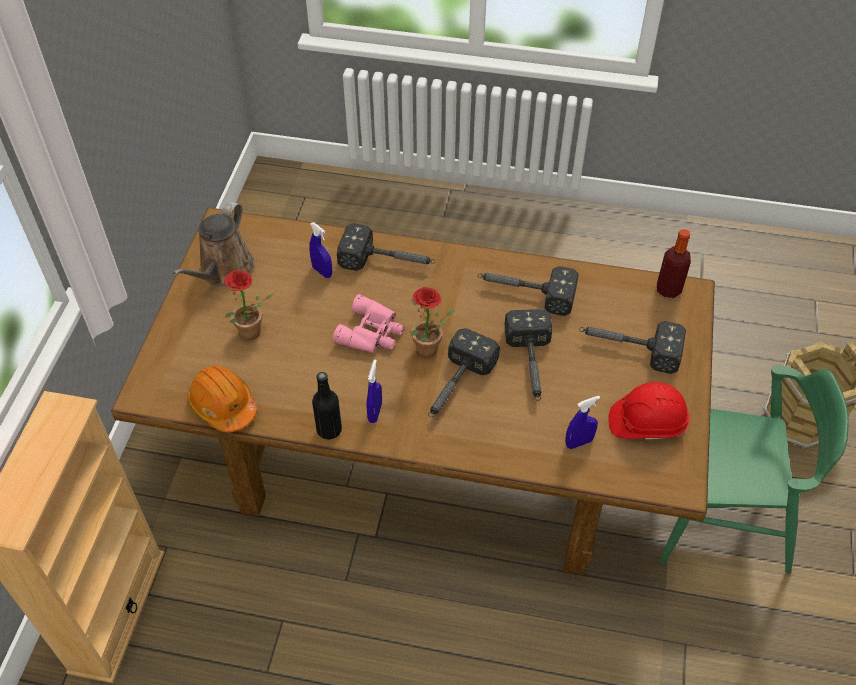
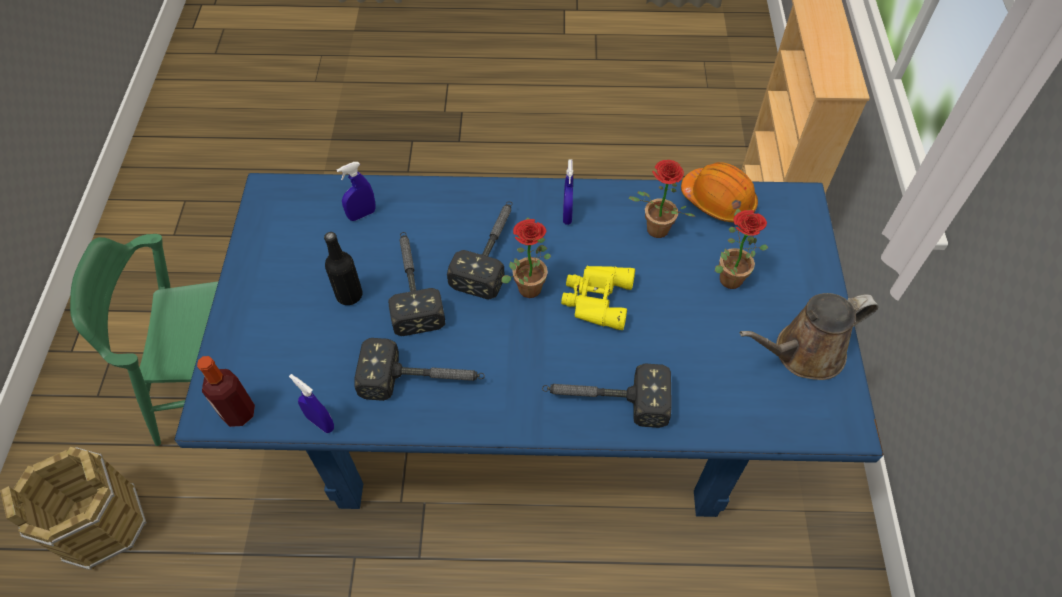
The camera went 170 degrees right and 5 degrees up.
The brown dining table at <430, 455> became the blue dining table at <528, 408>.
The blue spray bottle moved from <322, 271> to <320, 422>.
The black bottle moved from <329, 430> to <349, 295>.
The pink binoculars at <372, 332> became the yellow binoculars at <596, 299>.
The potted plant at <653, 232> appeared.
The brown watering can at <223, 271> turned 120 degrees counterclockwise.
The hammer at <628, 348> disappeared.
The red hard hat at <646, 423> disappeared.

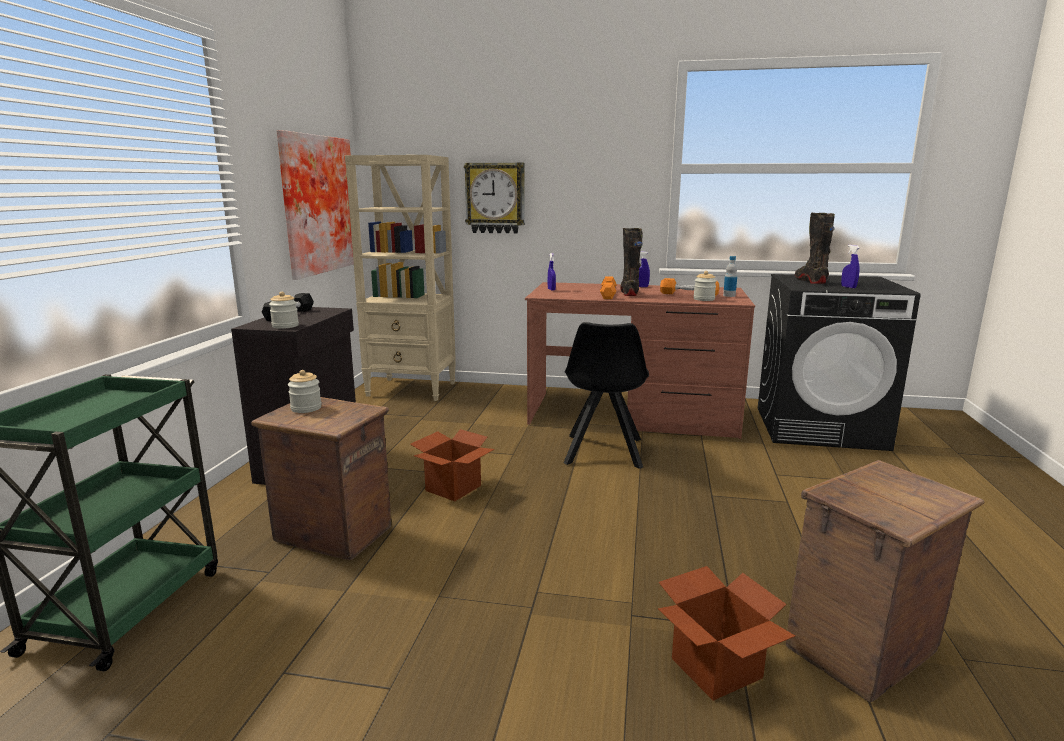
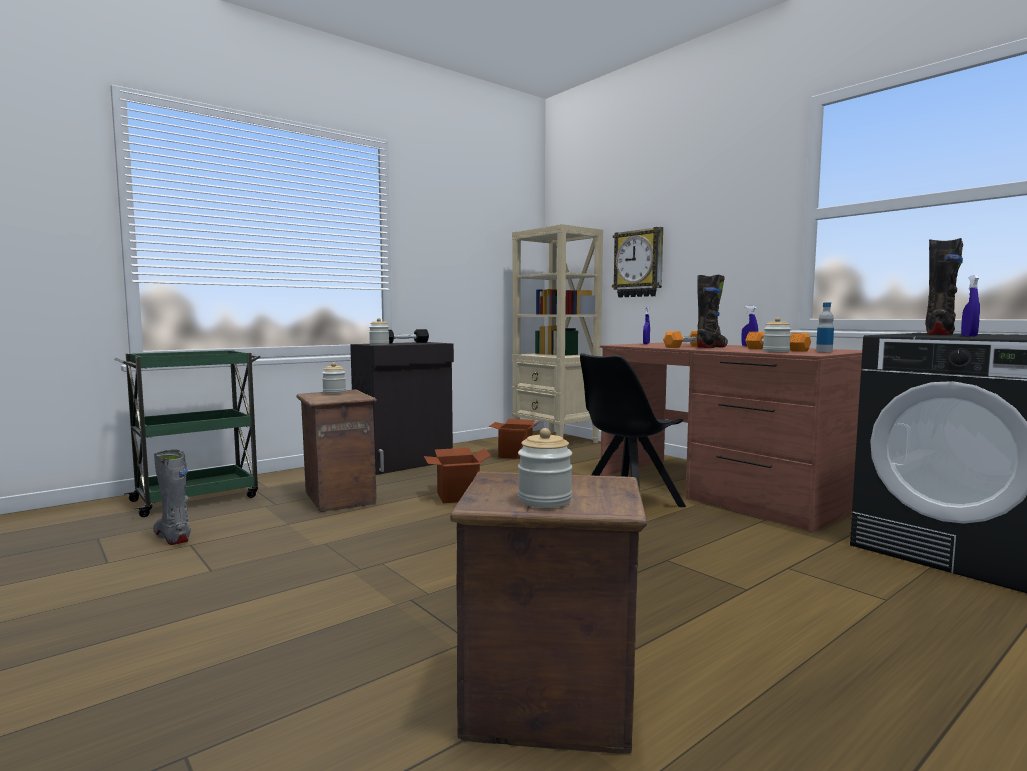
The camera went 40 degrees right and 10 degrees down.
The grey boot at <172, 537> appeared.
The cardboard box moved from <716, 668> to <515, 455>.
The jar at <544, 500> appeared.
The picture at <316, 204> disappeared.

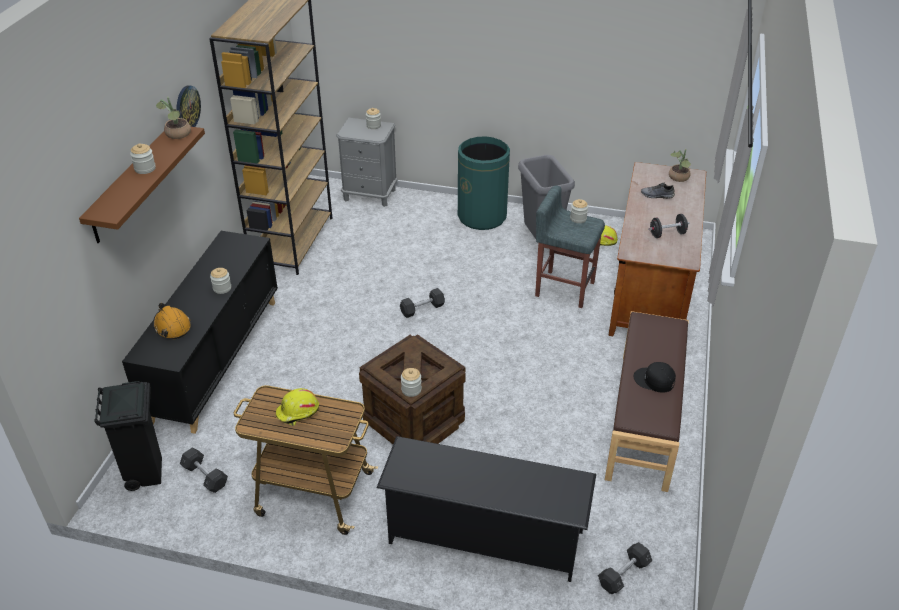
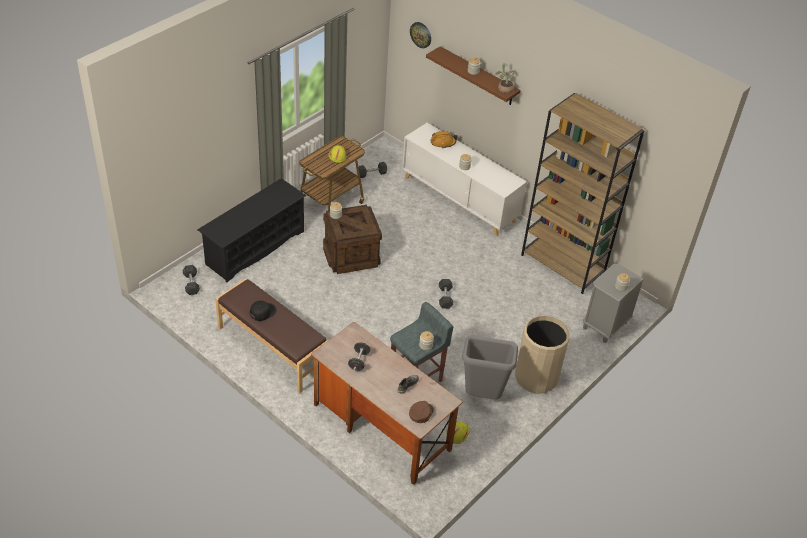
The camera went 115 degrees right and 5 degrees up.
The black cabinet at <216, 359> became the white cabinet at <459, 199>.
The potted plant at <678, 178> was replaced by the brown cap at <420, 413>.
The wall clock moved from <187, 107> to <421, 34>.
The green trash can at <482, 216> became the beige trash can at <536, 377>.
The black trash can at <145, 473> disappeared.

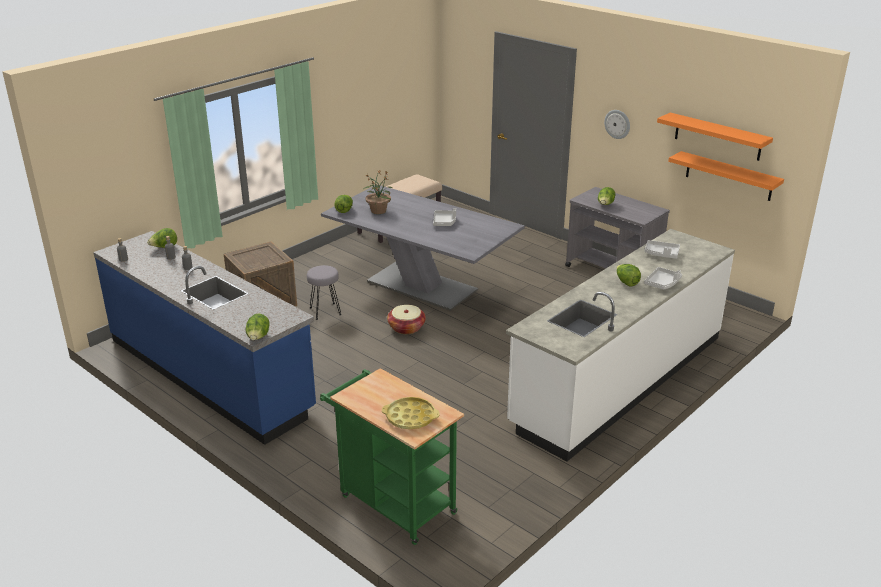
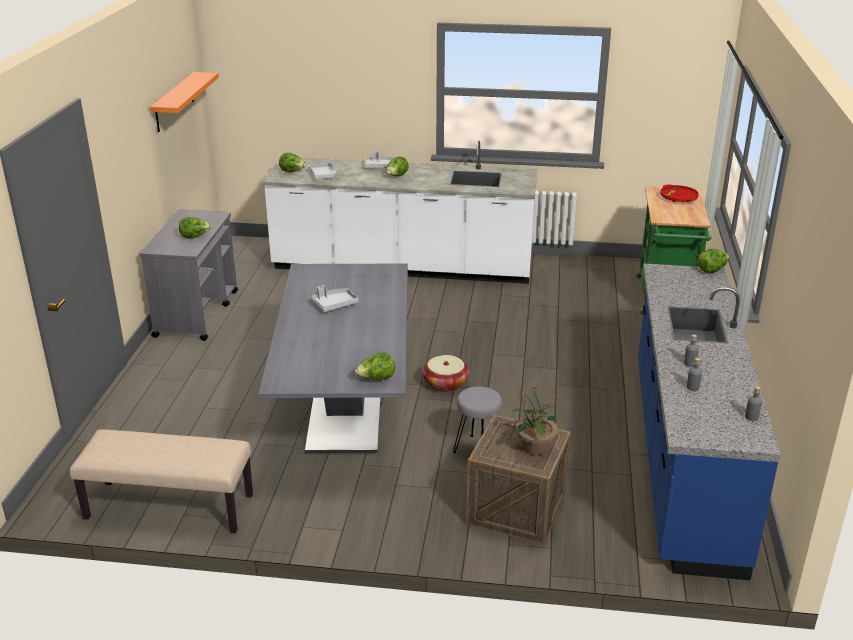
The camera went 125 degrees left and 0 degrees up.
The lettuce moved from <164, 247> to <292, 172>.
The potted plant moved from <378, 210> to <534, 447>.
The yellow tray at <410, 417> became the red tray at <678, 197>.
The wall clock at <617, 124> disappeared.
The orange shelf at <728, 176> disappeared.

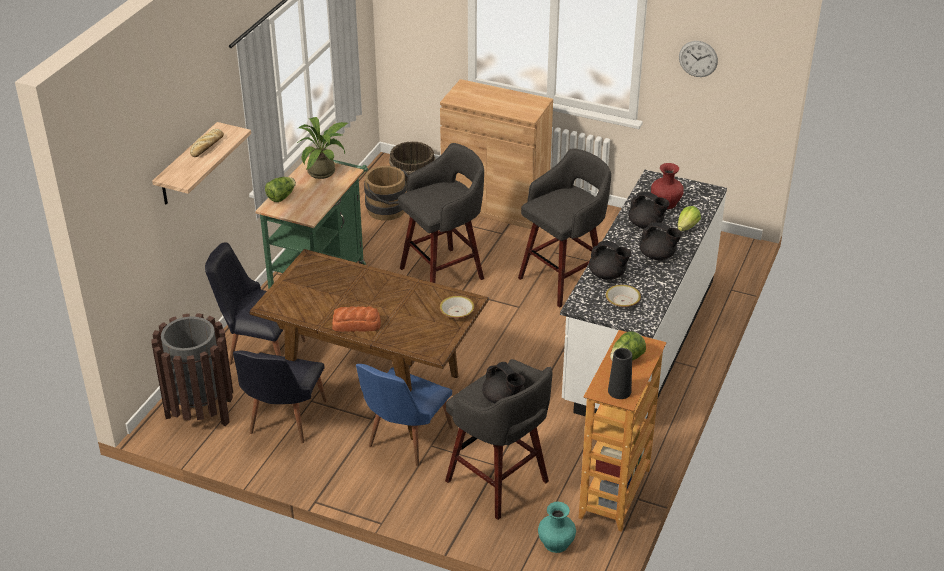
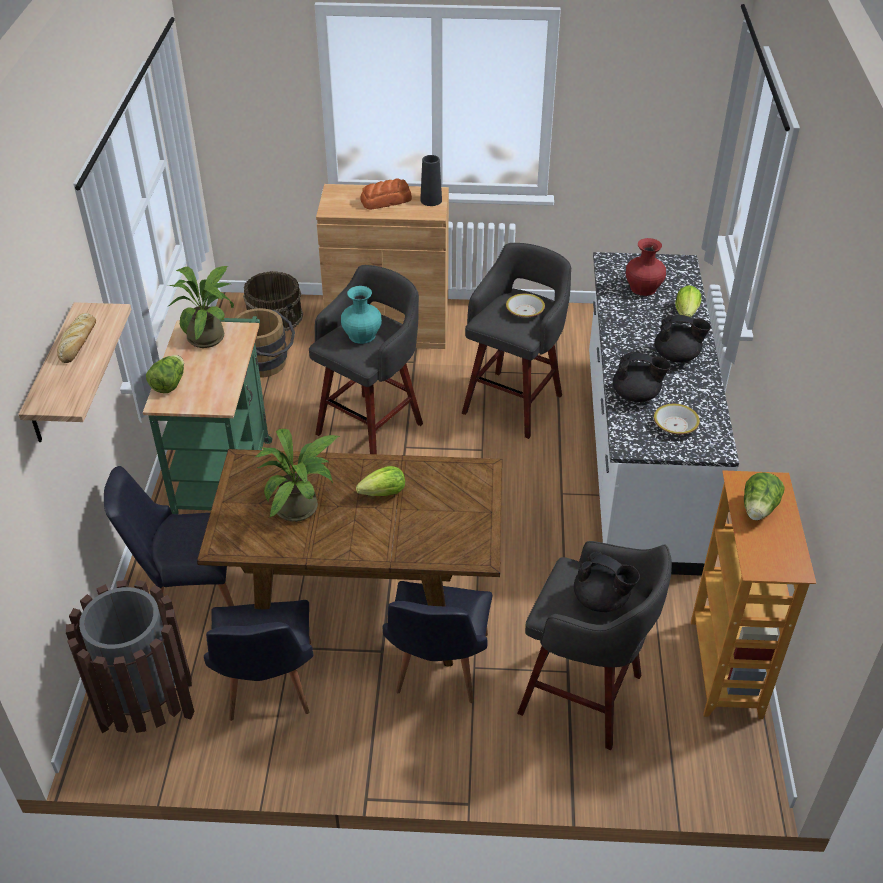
The camera went 20 degrees left and 5 degrees up.
The potted plant at <302, 506> appeared.
The turquoise vase moved from <556, 543> to <362, 335>.
The lettuce at <384, 493> appeared.
The bread moved from <357, 324> to <386, 200>.
The blue chair at <404, 441> became the black chair at <437, 671>.
The black vase moved from <619, 391> to <431, 200>.
The bowl moved from <457, 312> to <525, 311>.
The black teapot at <646, 224> disappeared.
The wall clock at <698, 58> disappeared.

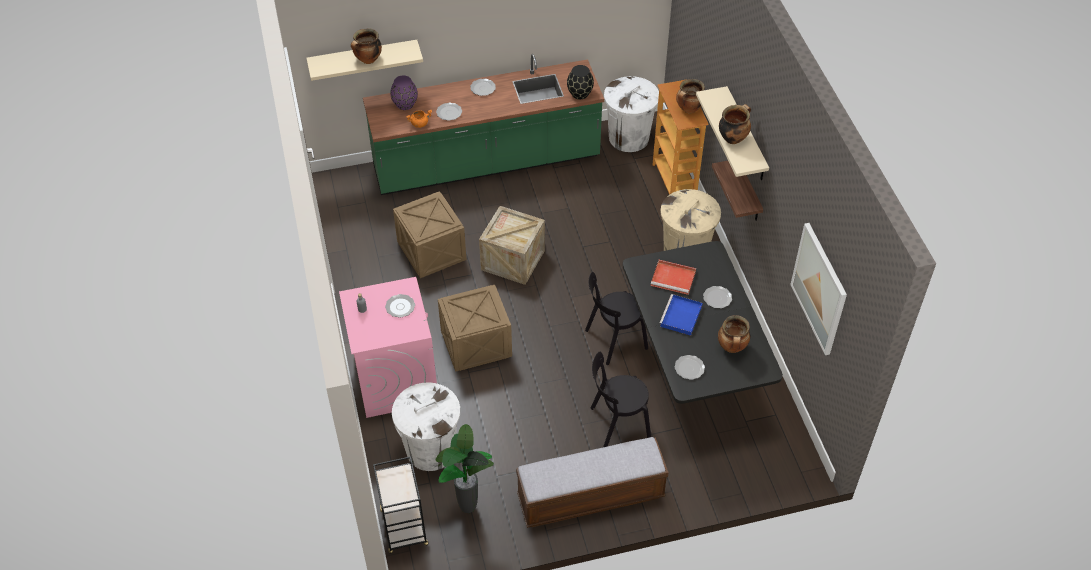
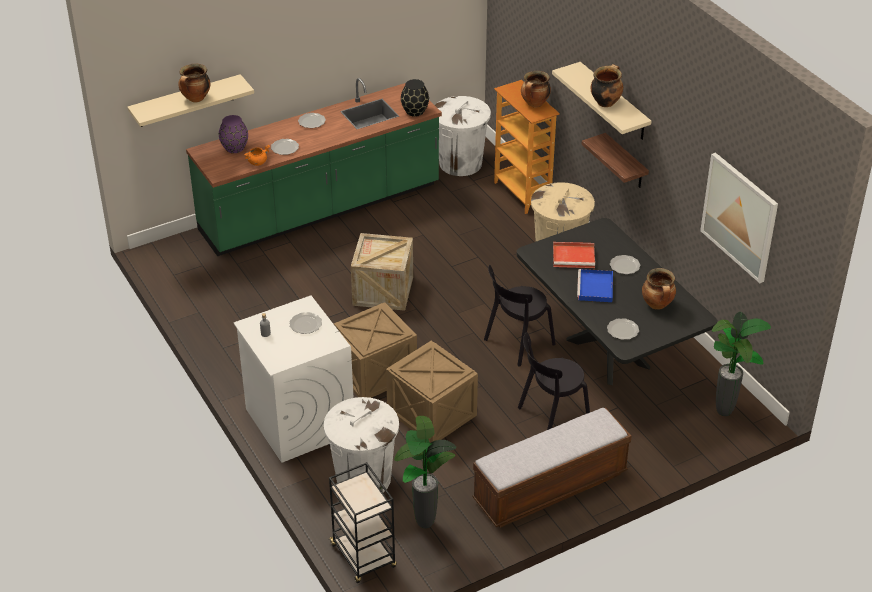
The camera went 15 degrees left and 10 degrees down.
The pink washing machine at <395, 379> became the white washing machine at <299, 421>.
The crate moved from <432, 252> to <432, 415>.
The potted plant at <725, 413> appeared.

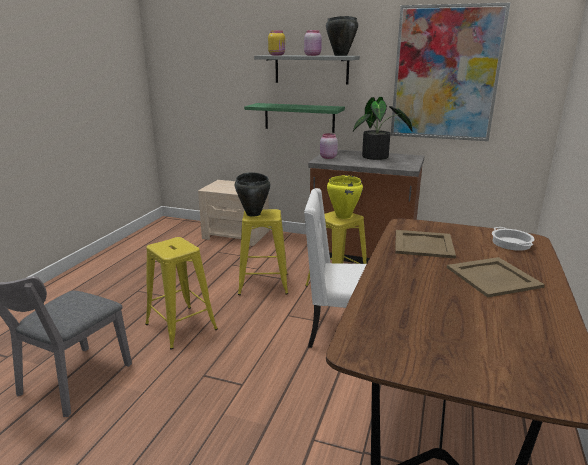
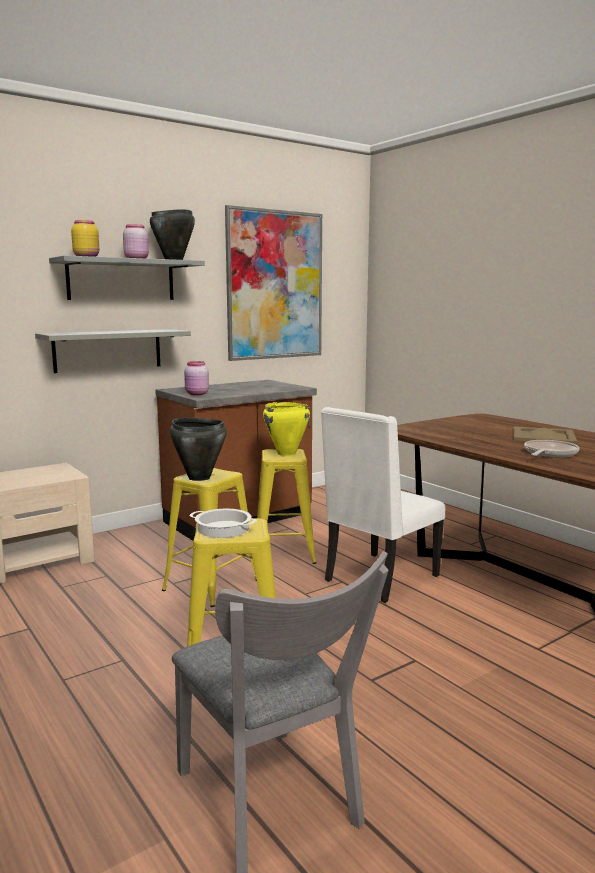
The camera went 55 degrees left and 10 degrees down.
The green shelf at <299, 117> became the grey shelf at <108, 350>.
The cooking pot moved from <511, 243> to <224, 528>.
The frying pan at <549, 453> appeared.
The potted plant at <378, 157> disappeared.
The beige tray at <423, 244> disappeared.

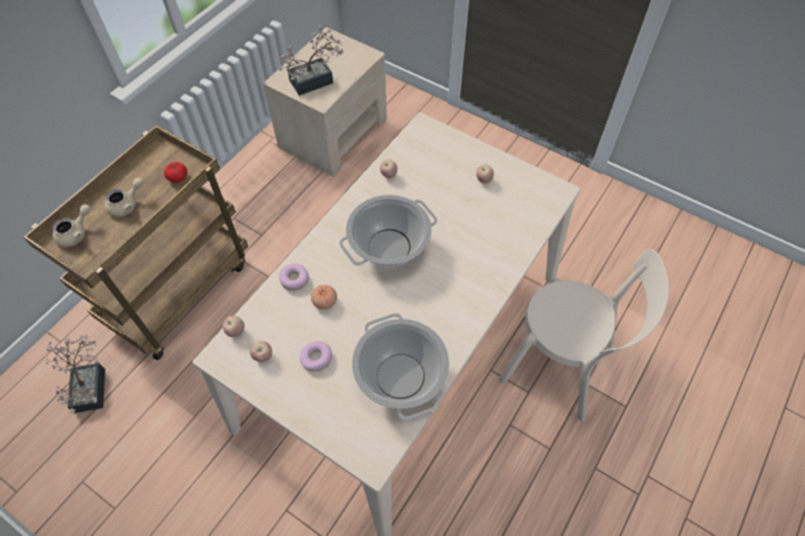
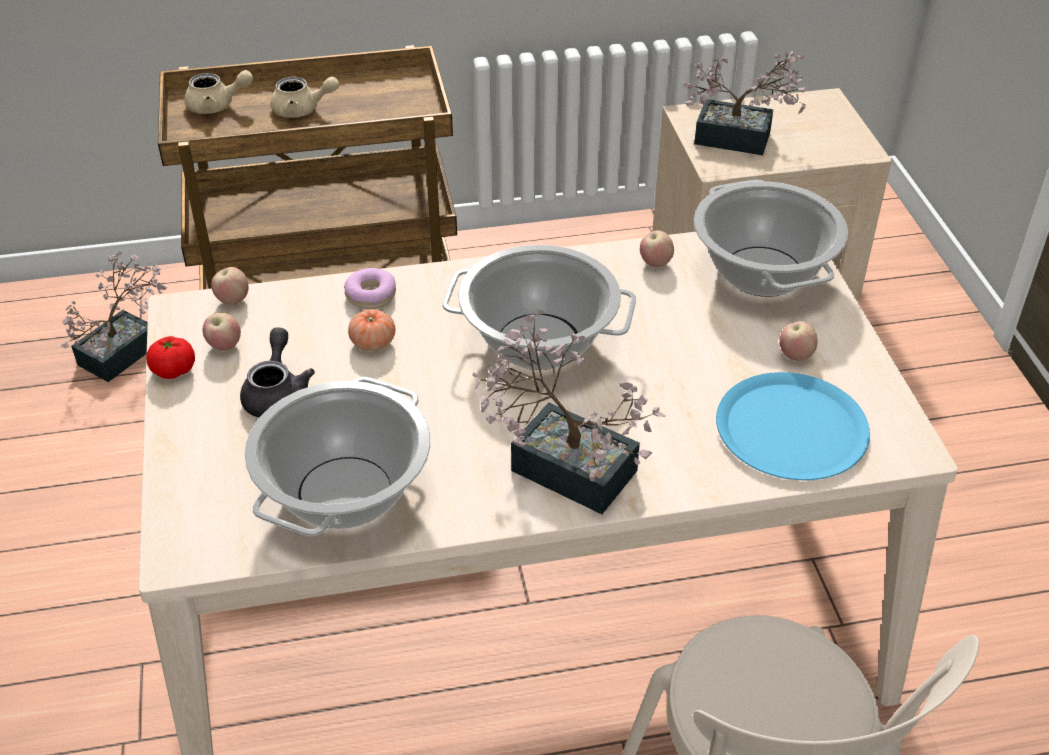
The camera went 45 degrees right and 15 degrees down.
The tomato moved from <178, 177> to <174, 370>.
The donut at <316, 358> was replaced by the grey teapot at <277, 394>.
The potted plant at <562, 463> appeared.
The cooking pot at <763, 272> appeared.
The blue plate at <791, 429> appeared.

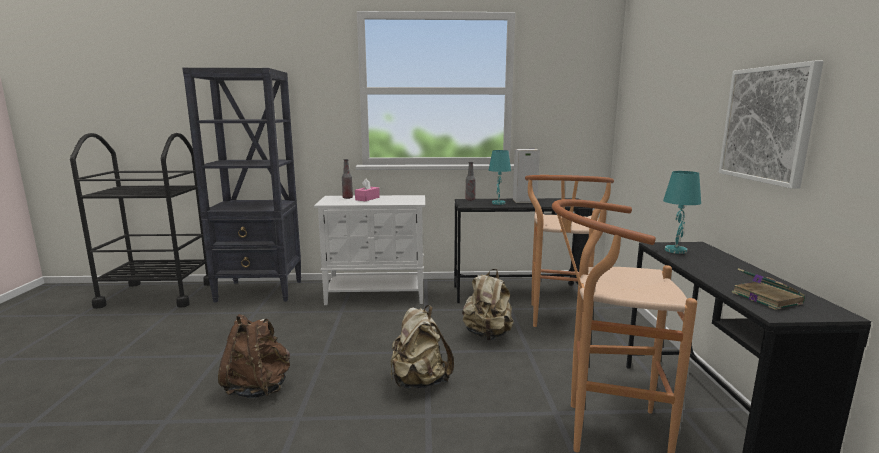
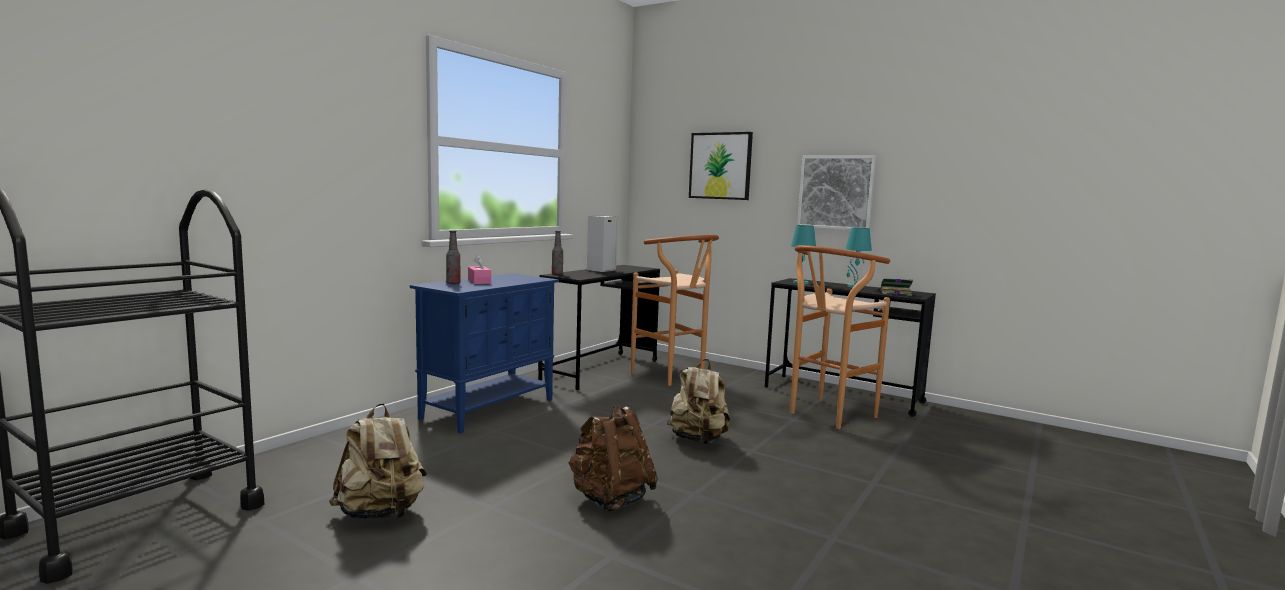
The camera went 55 degrees left and 5 degrees down.
The beige backpack moved from <487, 335> to <381, 513>.
The white cabinet at <376, 295> became the blue cabinet at <489, 408>.
The picture at <720, 166> appeared.
The turquoise table lamp moved from <498, 203> to <854, 286>.
The black bookcase at <260, 291> disappeared.

